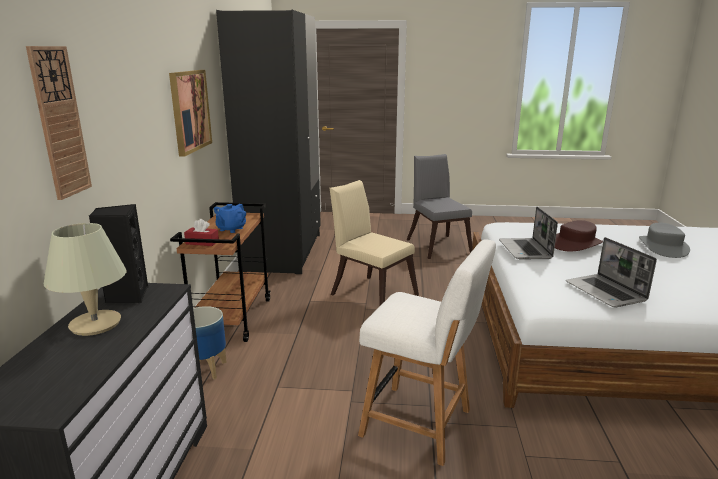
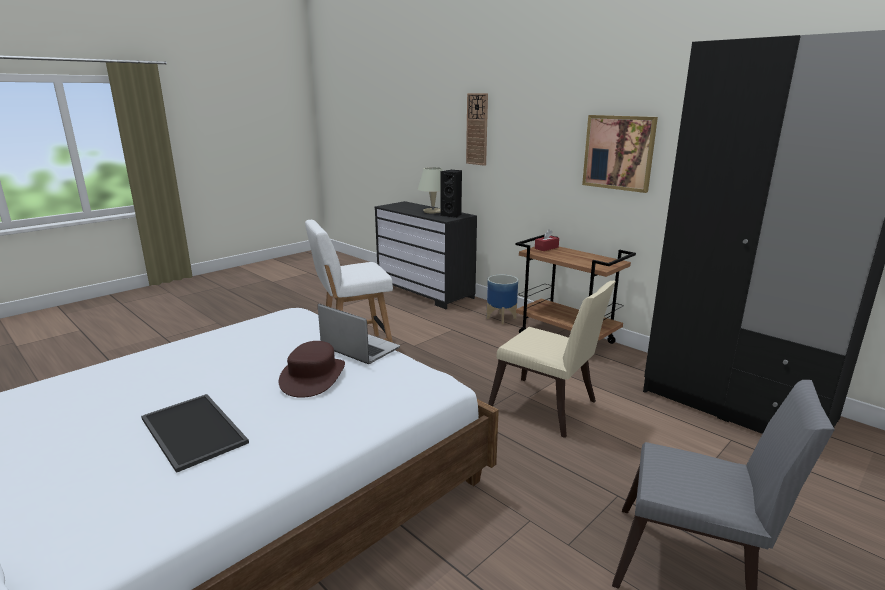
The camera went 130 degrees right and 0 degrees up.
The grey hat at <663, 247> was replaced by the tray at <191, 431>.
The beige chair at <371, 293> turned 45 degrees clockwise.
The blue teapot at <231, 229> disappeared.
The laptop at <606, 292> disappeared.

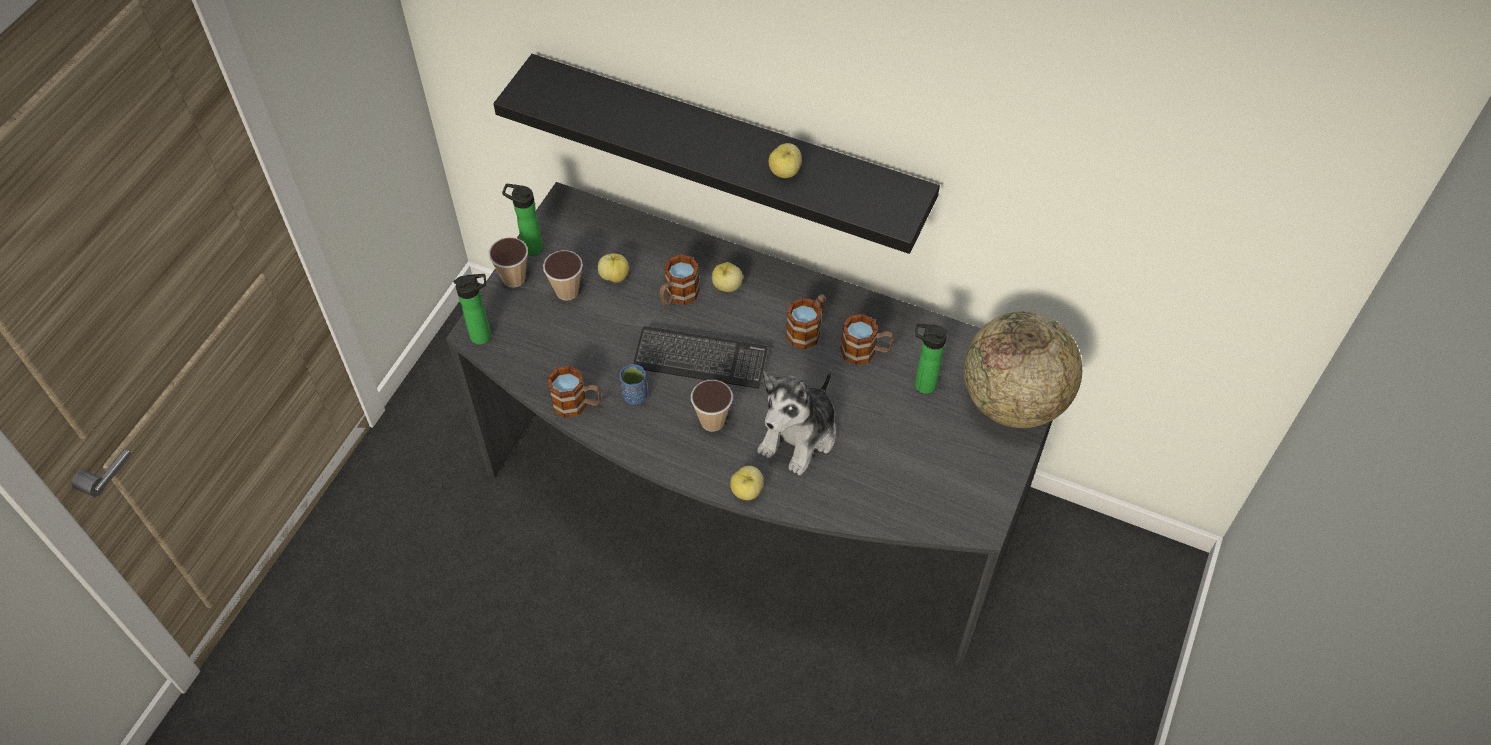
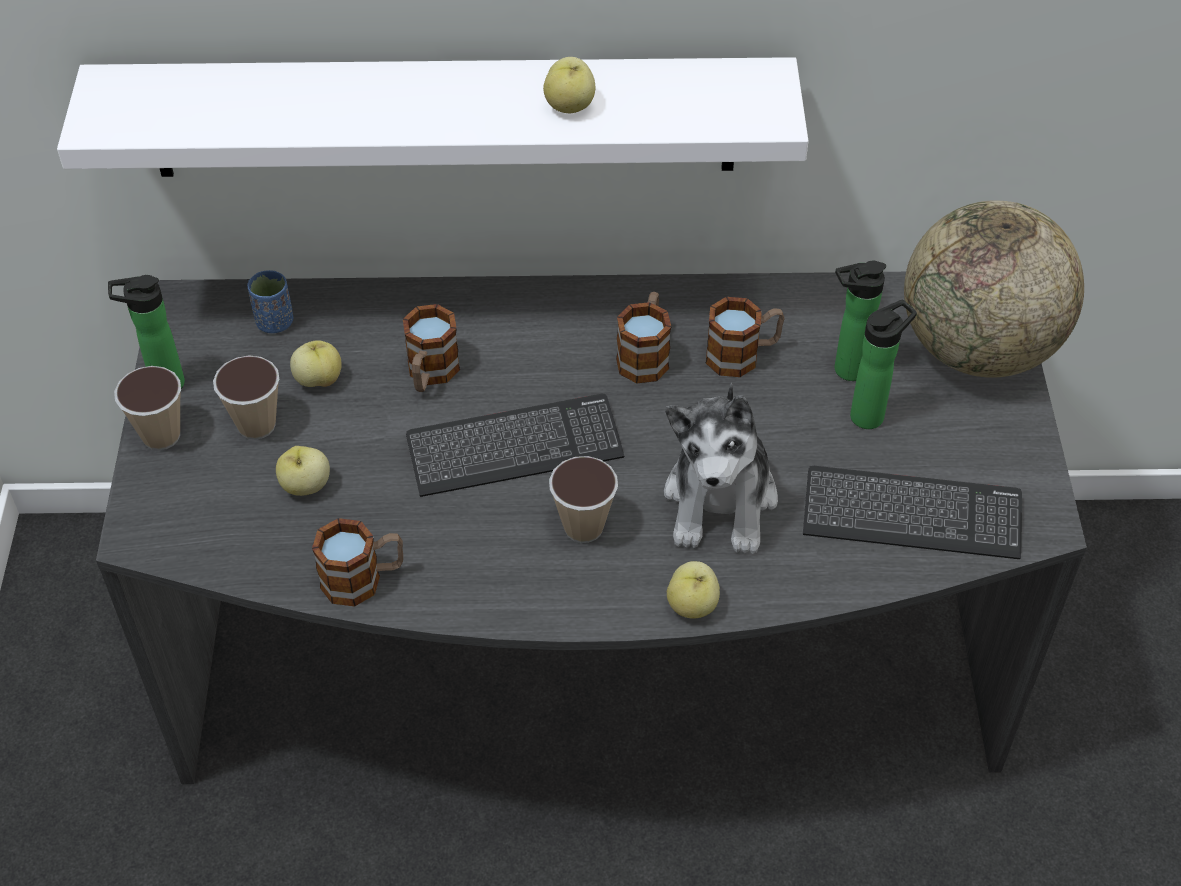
The camera went 25 degrees left and 5 degrees down.
The black shelf at <728, 148> became the white shelf at <443, 117>.
The blue cup moved from <635, 395> to <275, 322>.
The apple moved from <727, 286> to <305, 486>.
The keyboard at <911, 516> appeared.
The bottle moved from <484, 336> to <871, 414>.

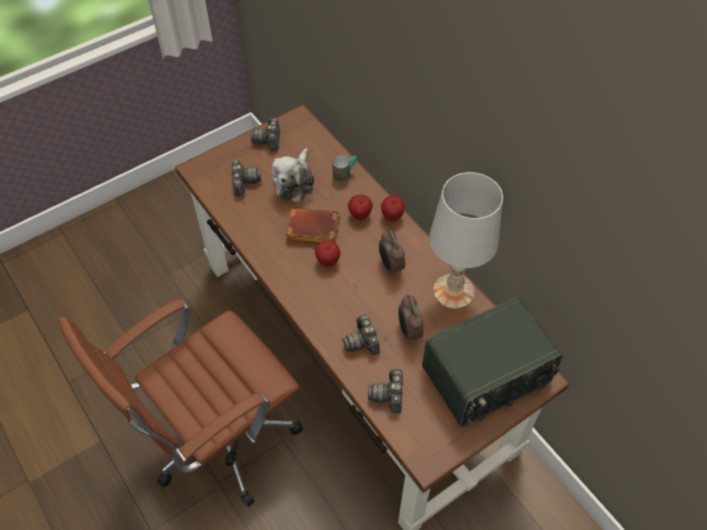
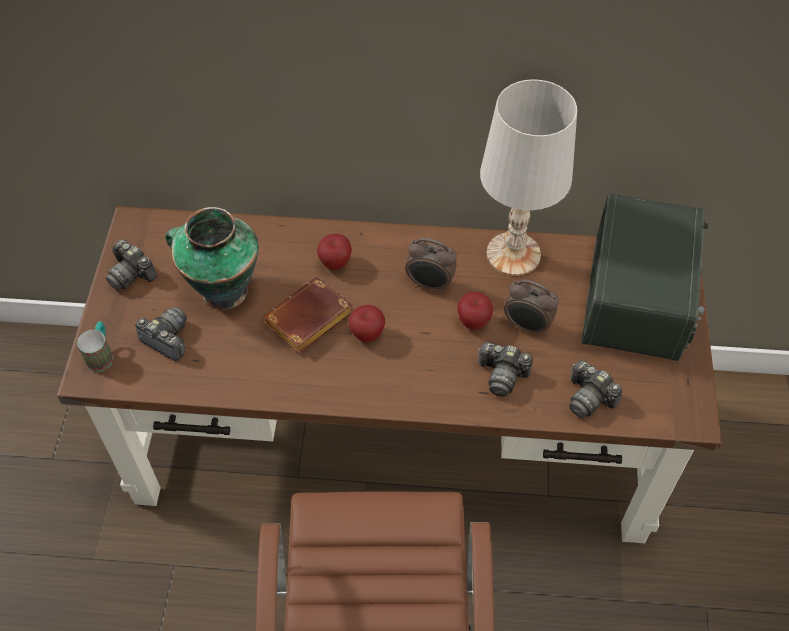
The camera went 50 degrees left and 0 degrees up.
The mug moved from <344, 175> to <101, 355>.
The plush toy at <294, 182> was replaced by the vase at <222, 290>.
The apple moved from <392, 216> to <473, 322>.

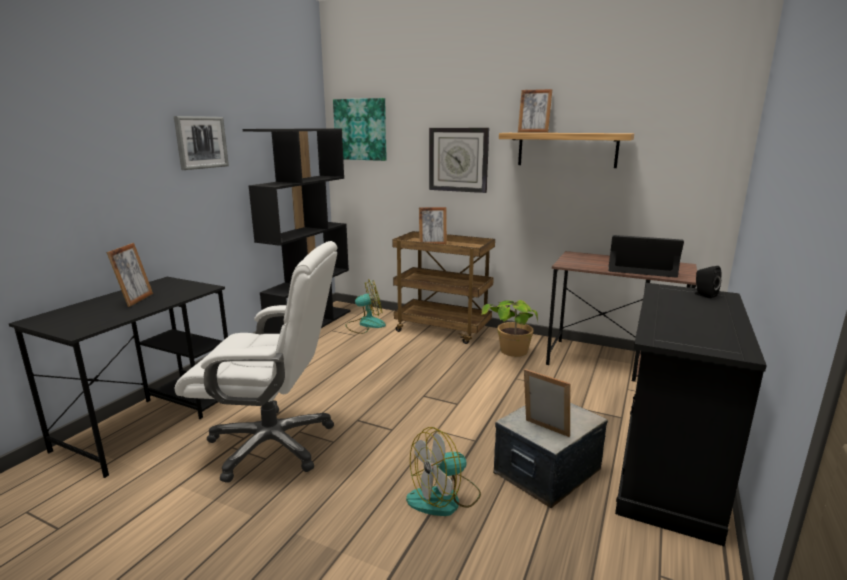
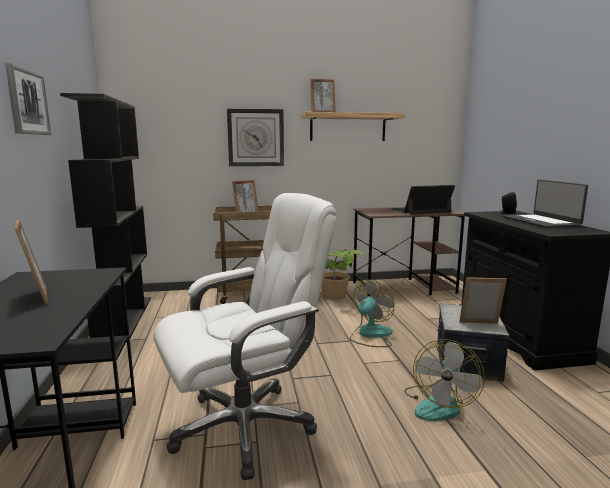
The camera went 35 degrees left and 5 degrees down.
The fan moved from <365, 324> to <370, 335>.
The laptop at <541, 222> appeared.
The picture at <360, 129> disappeared.

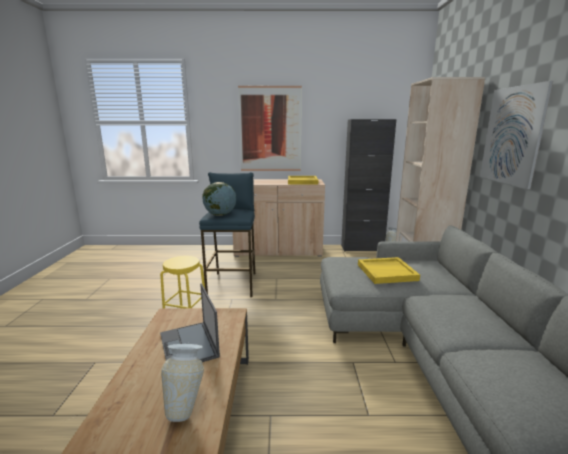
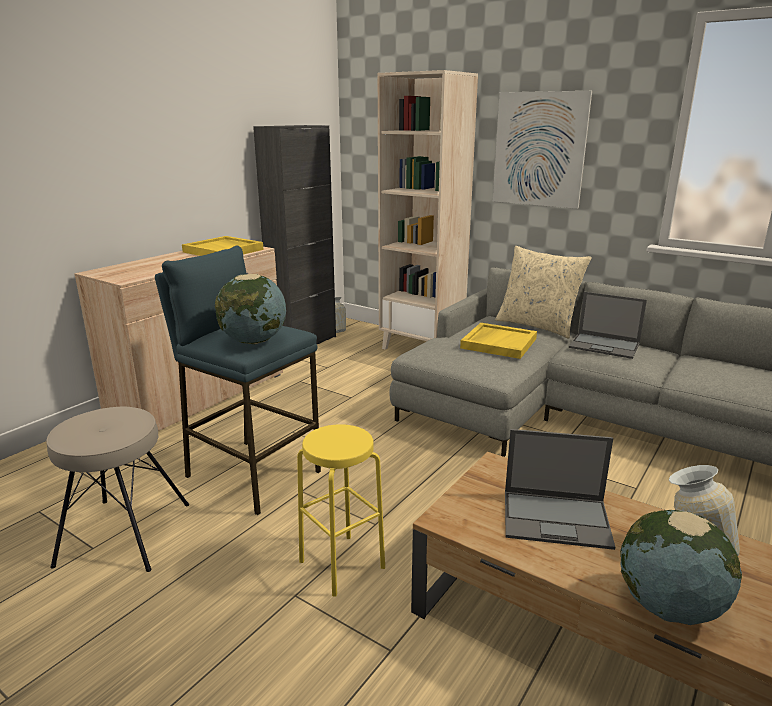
The camera went 55 degrees left and 5 degrees up.
The beige stool at <123, 533> appeared.
The beige pillow at <537, 326> appeared.
The laptop at <605, 346> appeared.
The globe at <668, 607> appeared.
The picture at <270, 129> disappeared.

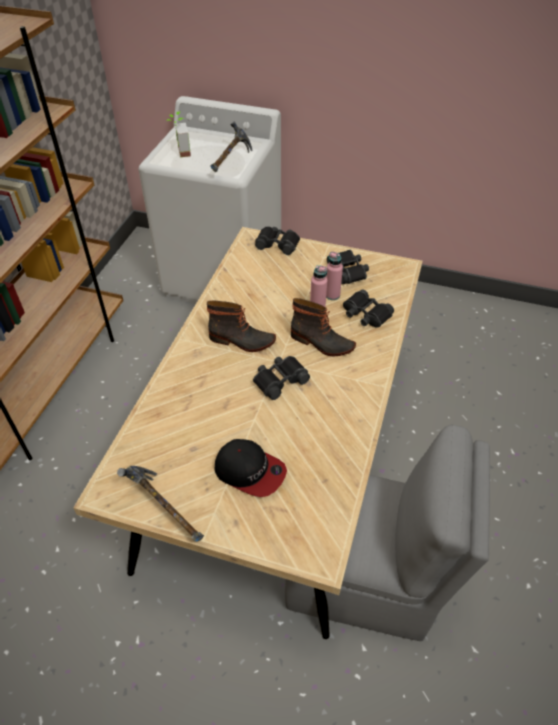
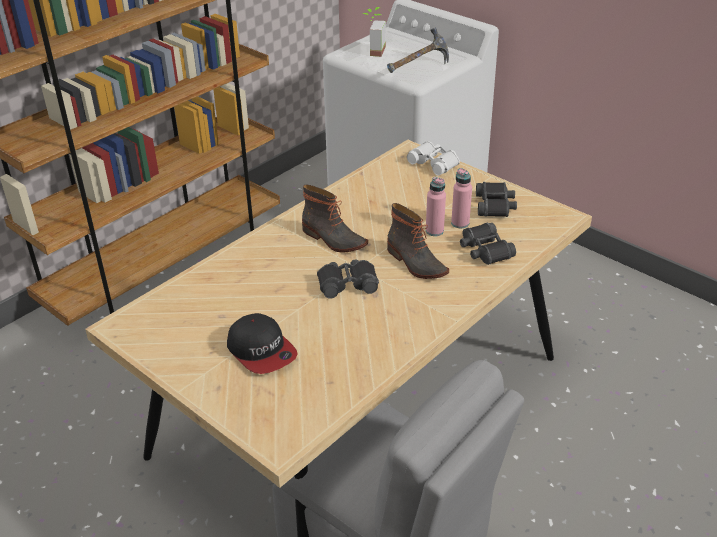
The camera went 25 degrees right and 10 degrees down.
The black binoculars at <278, 244> became the white binoculars at <434, 163>.
The hammer at <165, 512> disappeared.

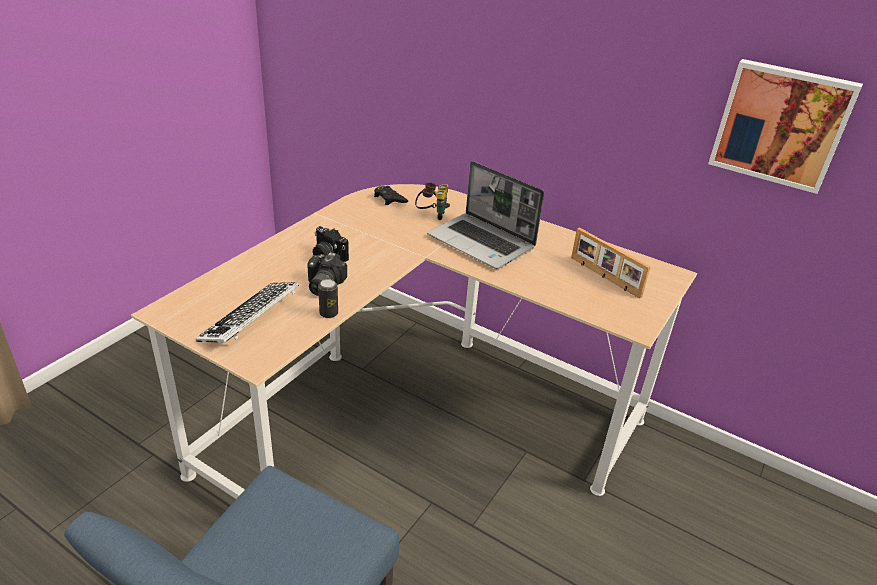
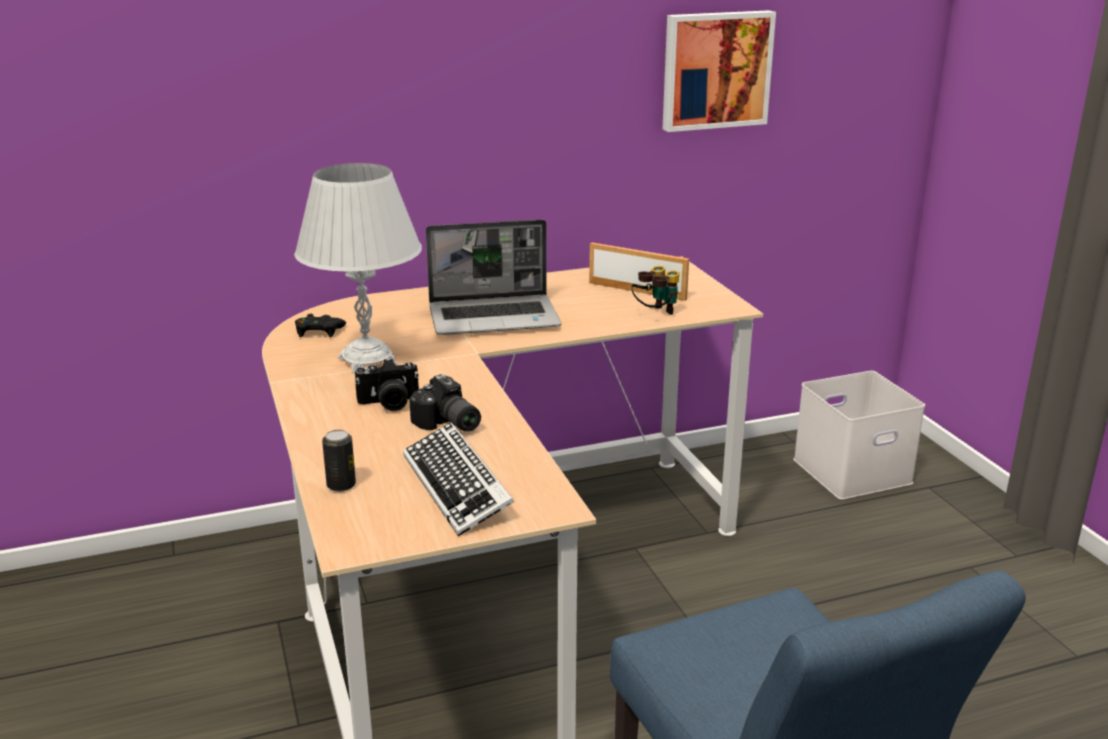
The camera went 50 degrees left and 10 degrees down.
The white table lamp at <367, 360> appeared.
The can moved from <328, 313> to <341, 485>.
The picture frame at <604, 277> turned 150 degrees counterclockwise.
The binoculars moved from <432, 215> to <655, 314>.
The white storage box at <852, 470> appeared.

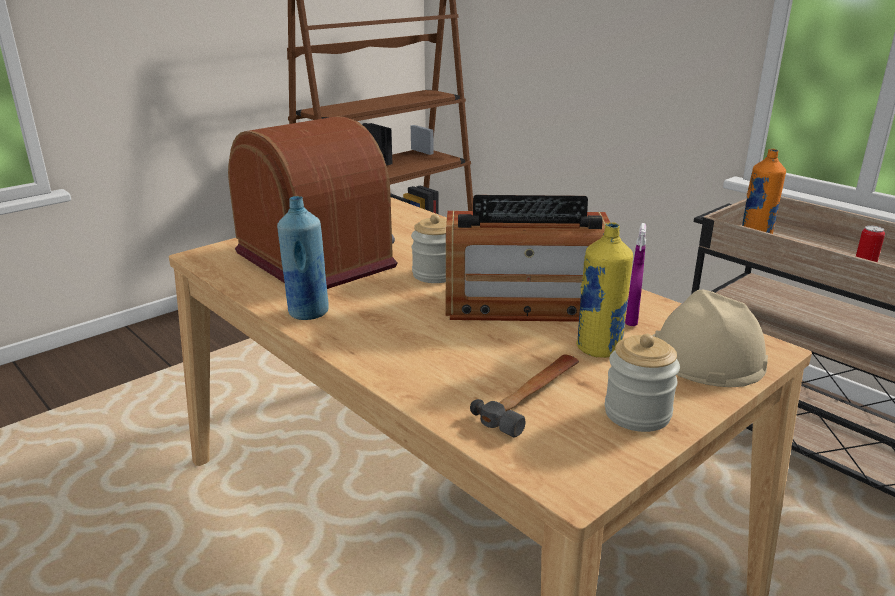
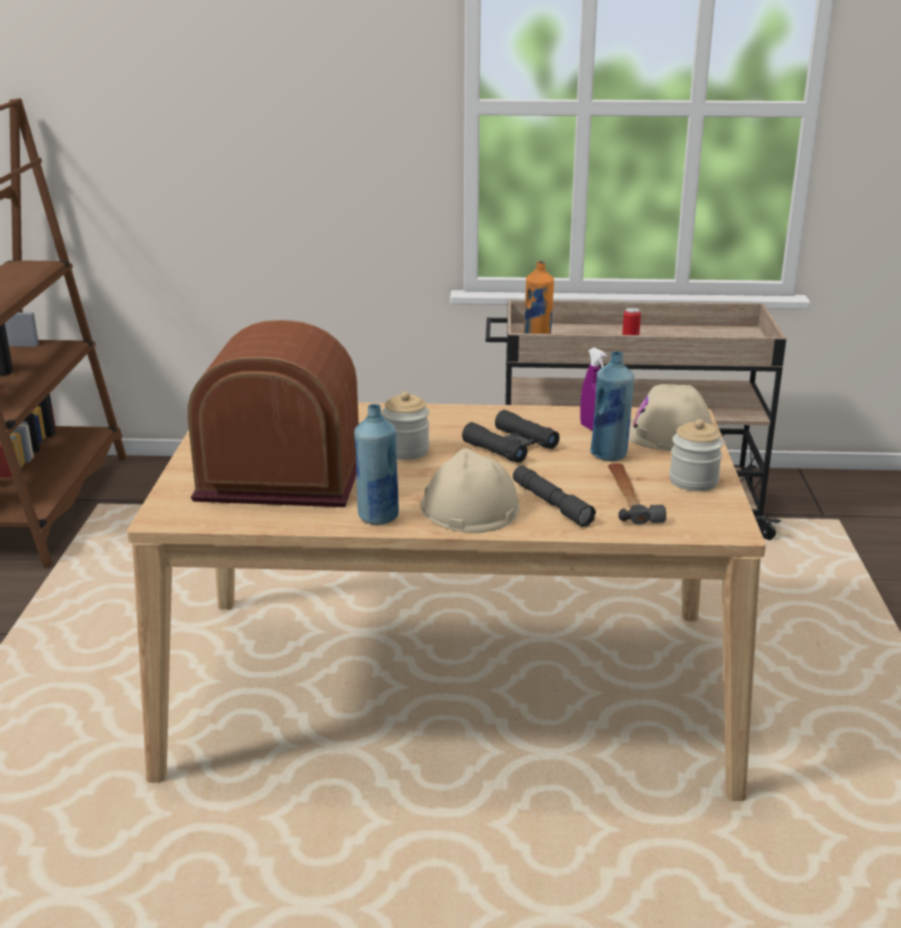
The camera went 45 degrees left and 0 degrees up.
The beige hard hat at <469, 508> appeared.
The radio at <524, 303> was replaced by the black binoculars at <510, 446>.
The grey flashlight at <551, 504> appeared.
The yellow bottle at <599, 348> became the blue bottle at <609, 455>.

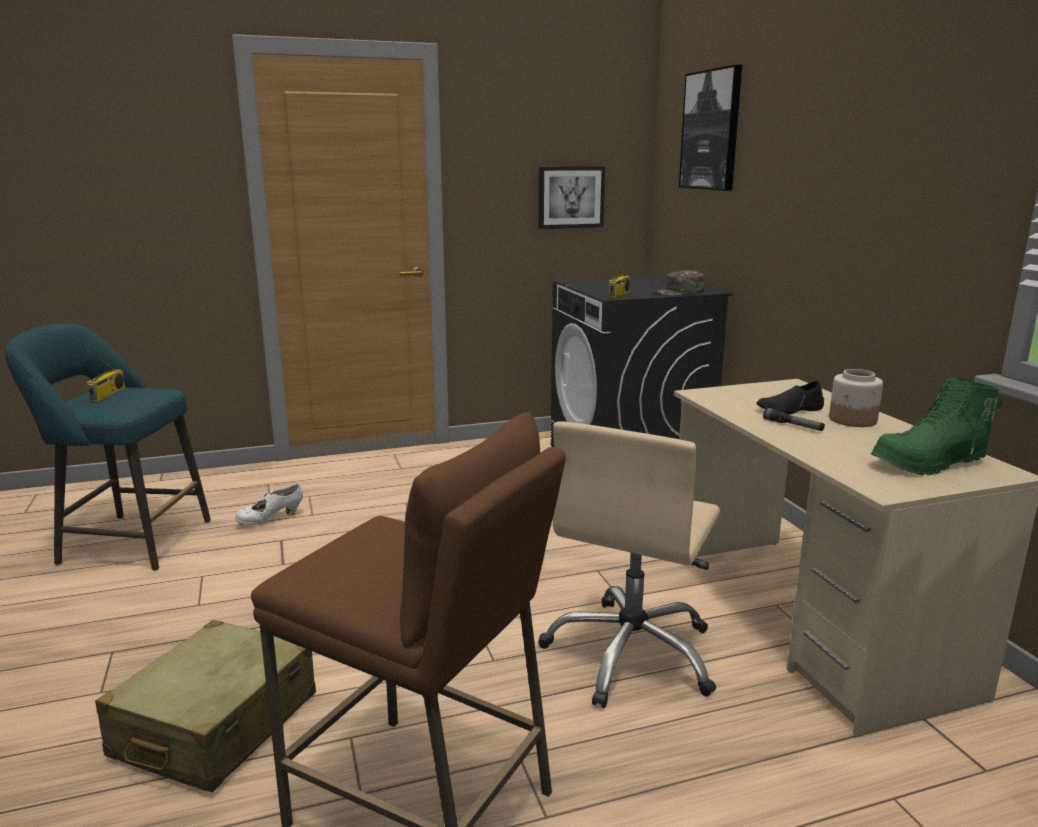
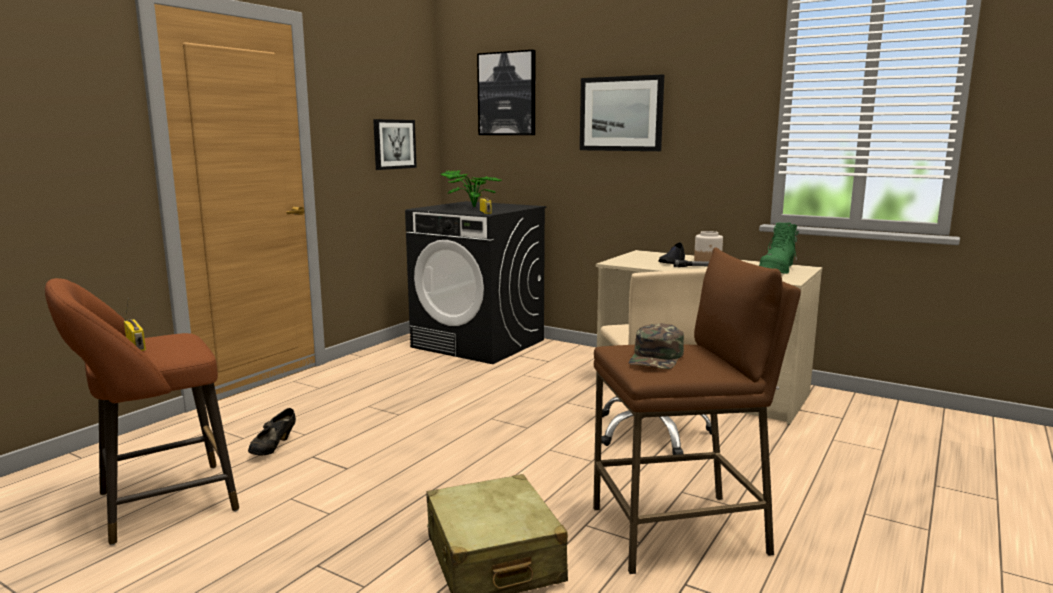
The camera went 40 degrees left and 5 degrees down.
The turquoise stool at <129, 542> became the brown stool at <158, 505>.
The white shoe at <270, 520> became the black shoe at <273, 448>.
The potted plant at <470, 207> appeared.
The picture at <621, 114> appeared.
The green cap moved from <678, 292> to <657, 357>.

